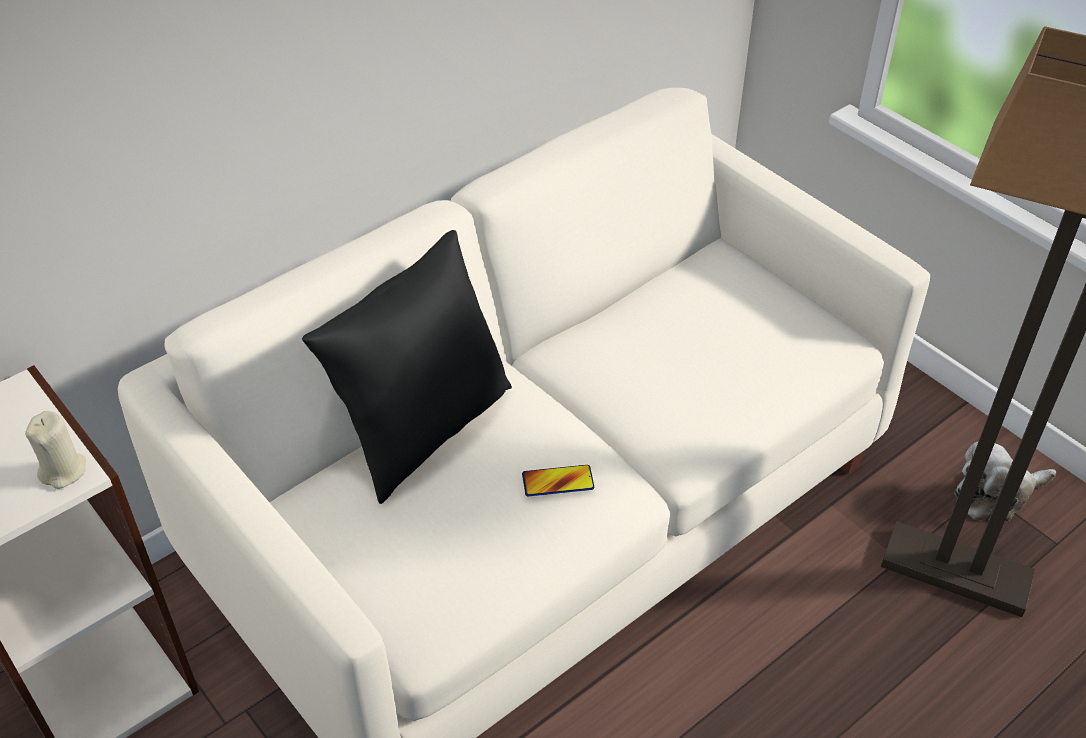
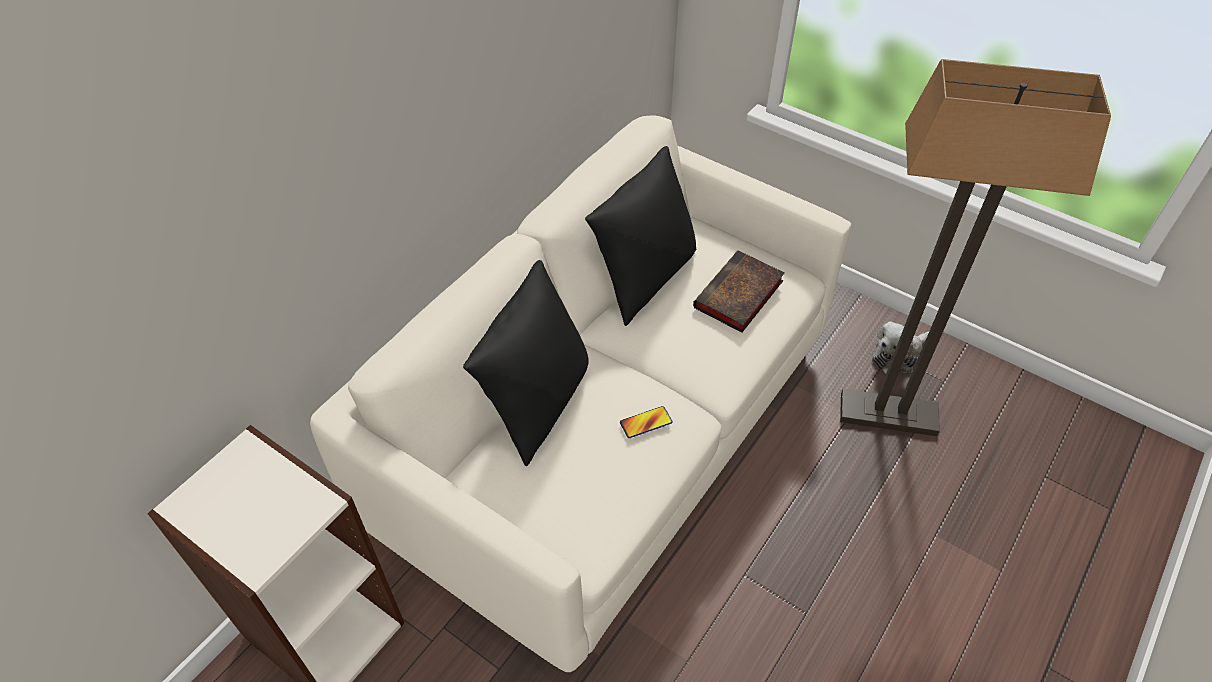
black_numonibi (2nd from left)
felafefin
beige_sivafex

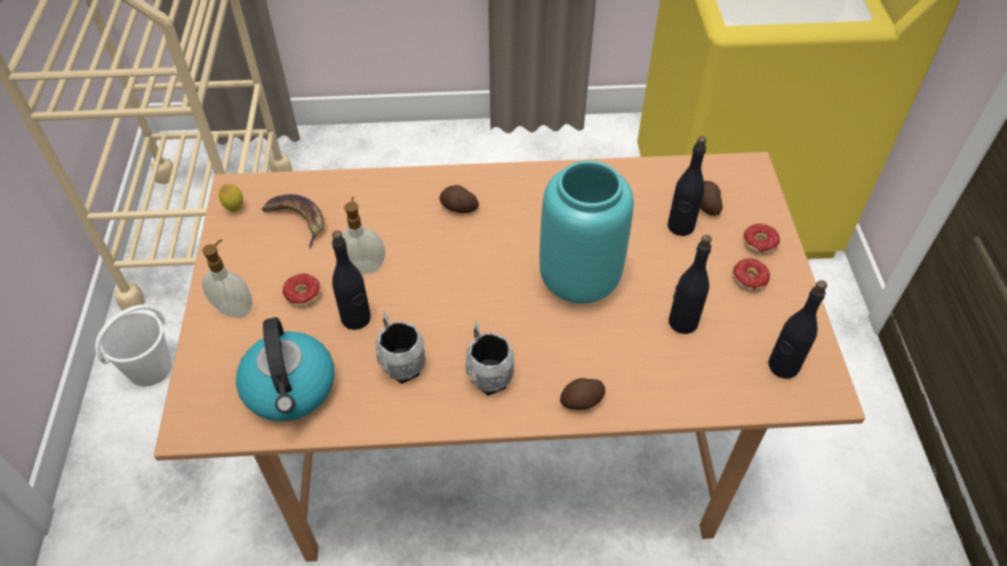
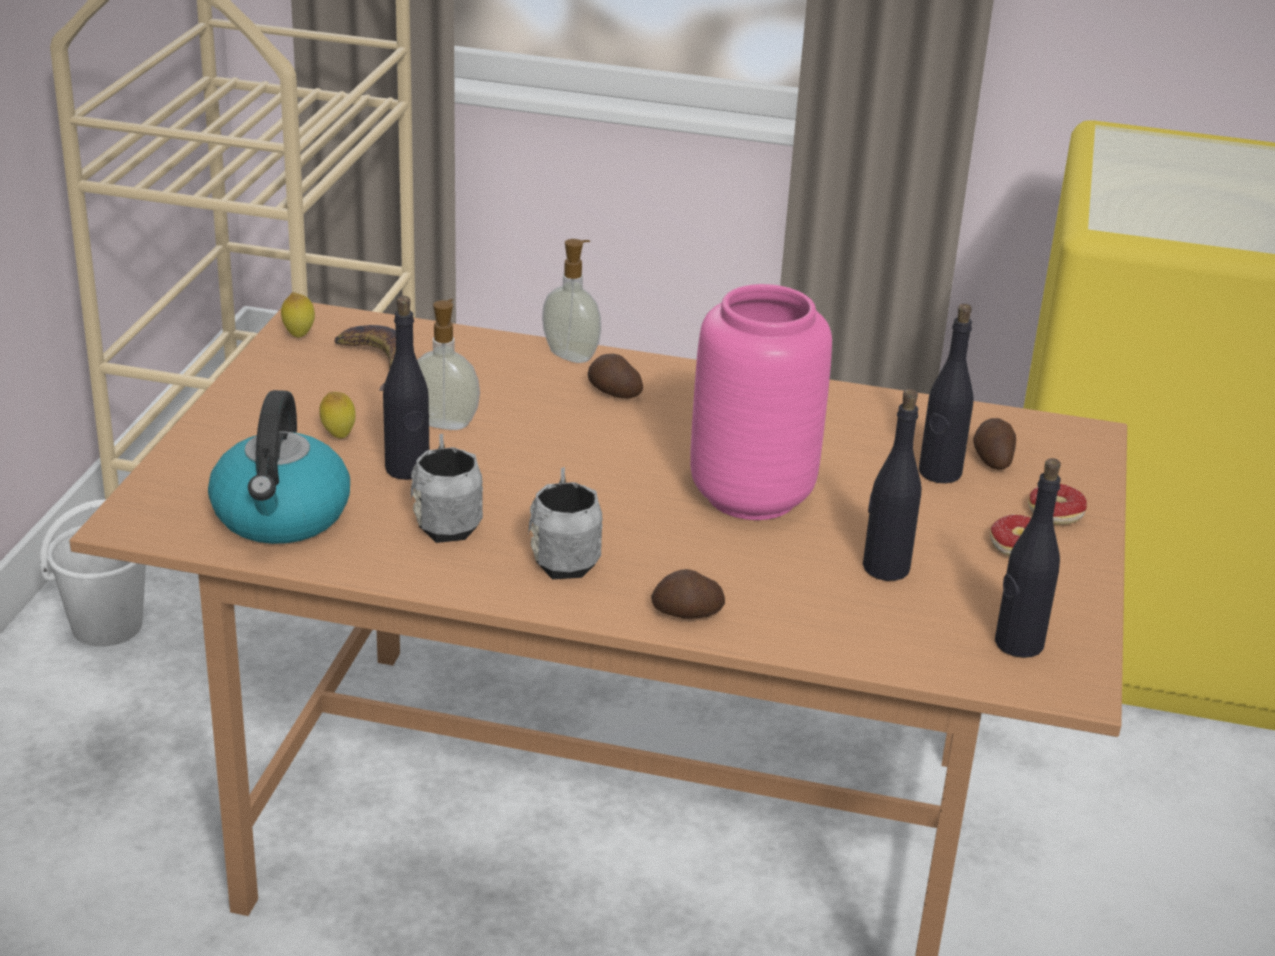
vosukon (2nd from left)
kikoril (2nd from left)
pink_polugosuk

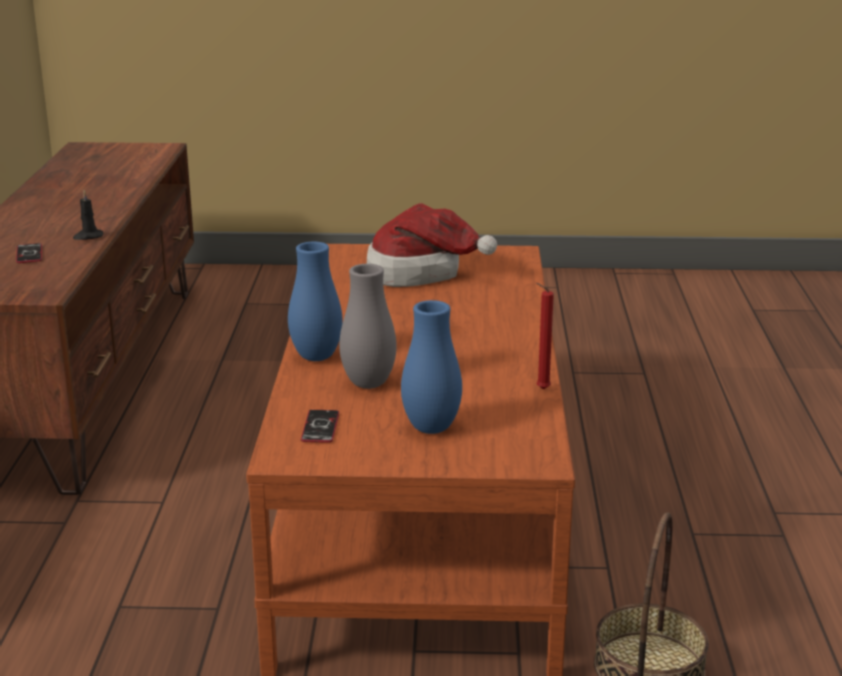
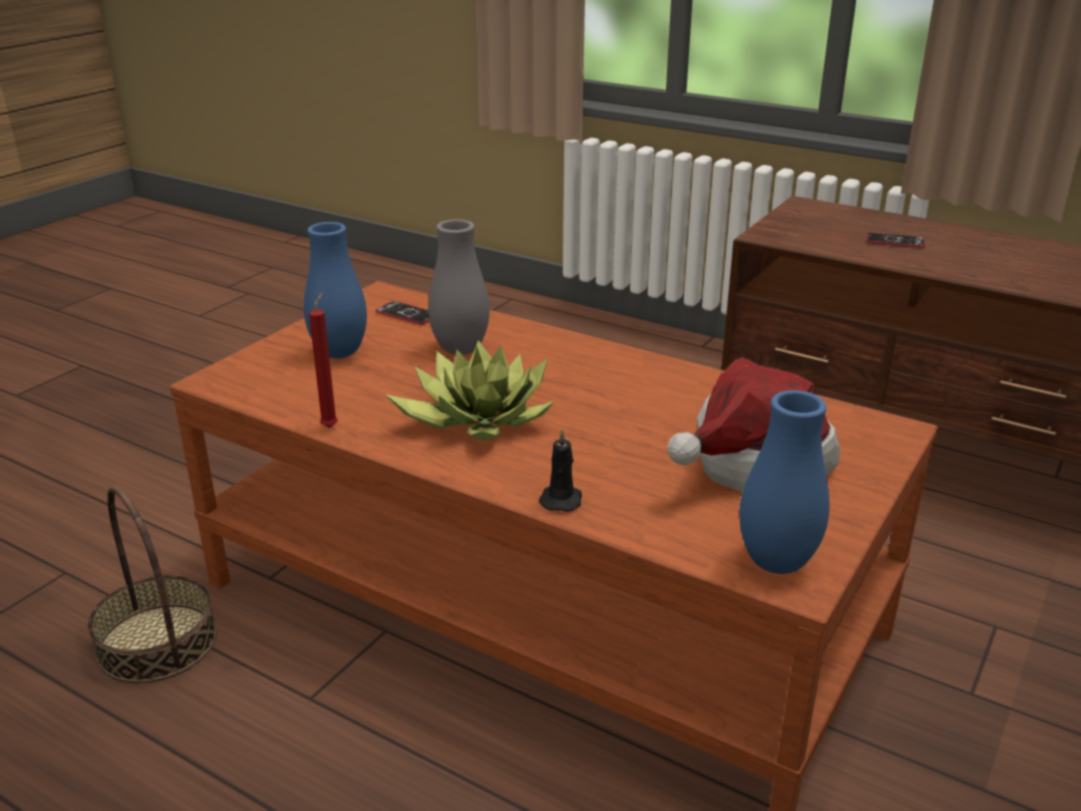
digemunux
black_sivafex
blue_polugosuk (2nd from left)

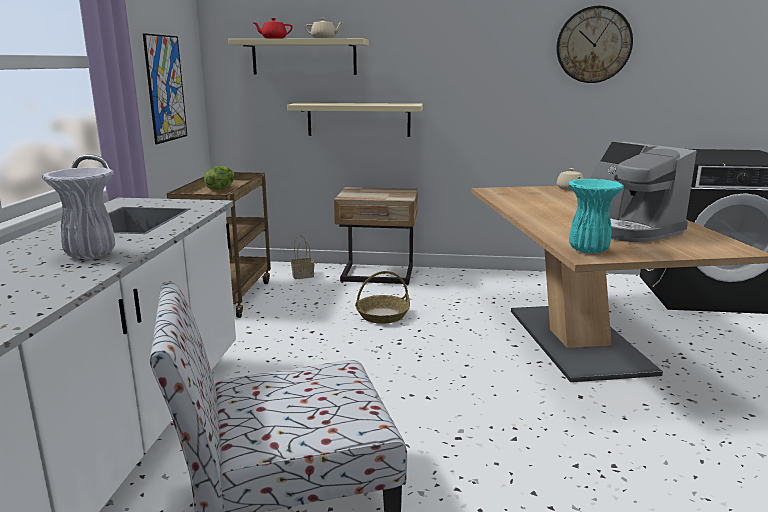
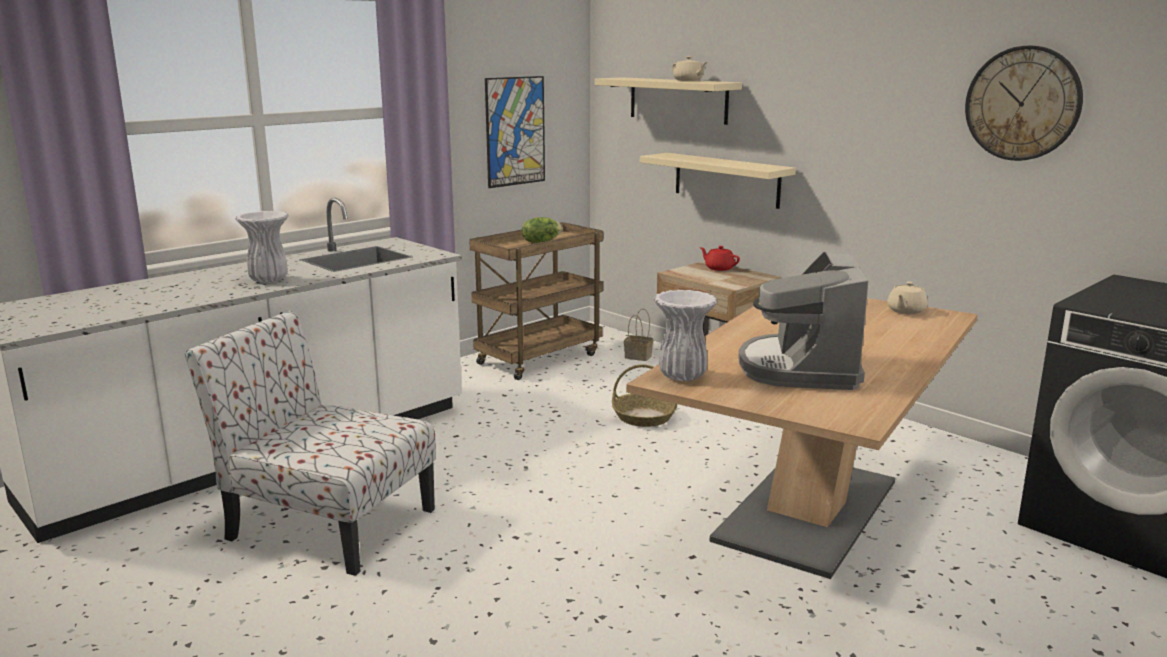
white_polugosuk (2nd from left)
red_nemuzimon

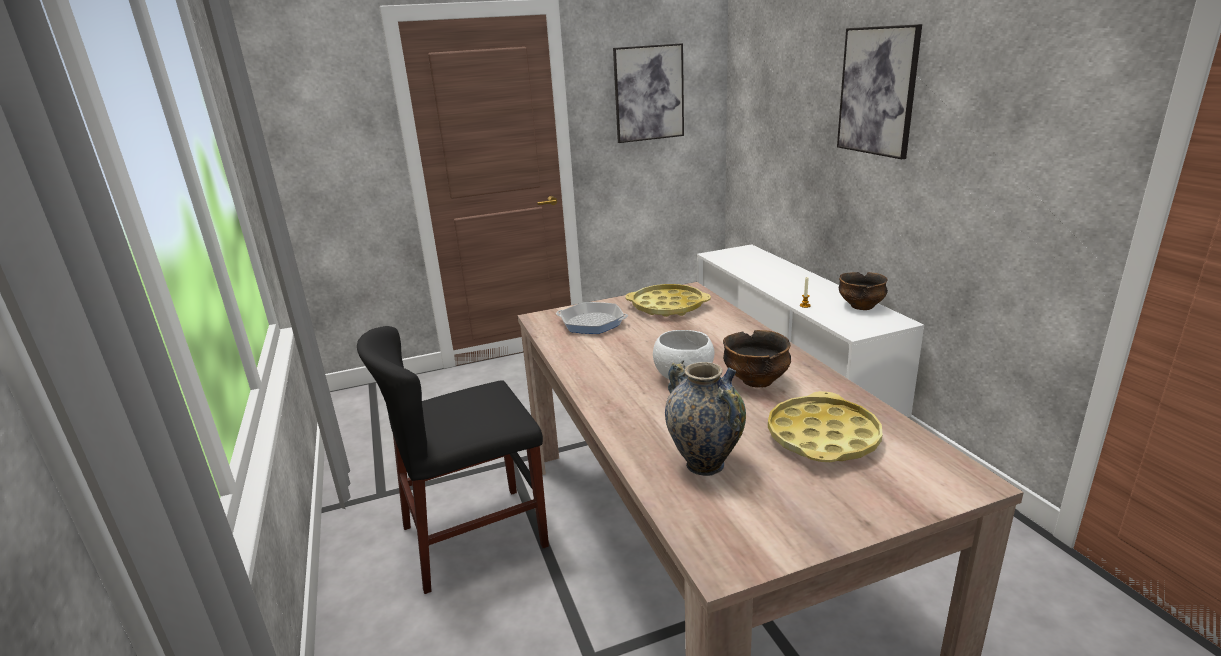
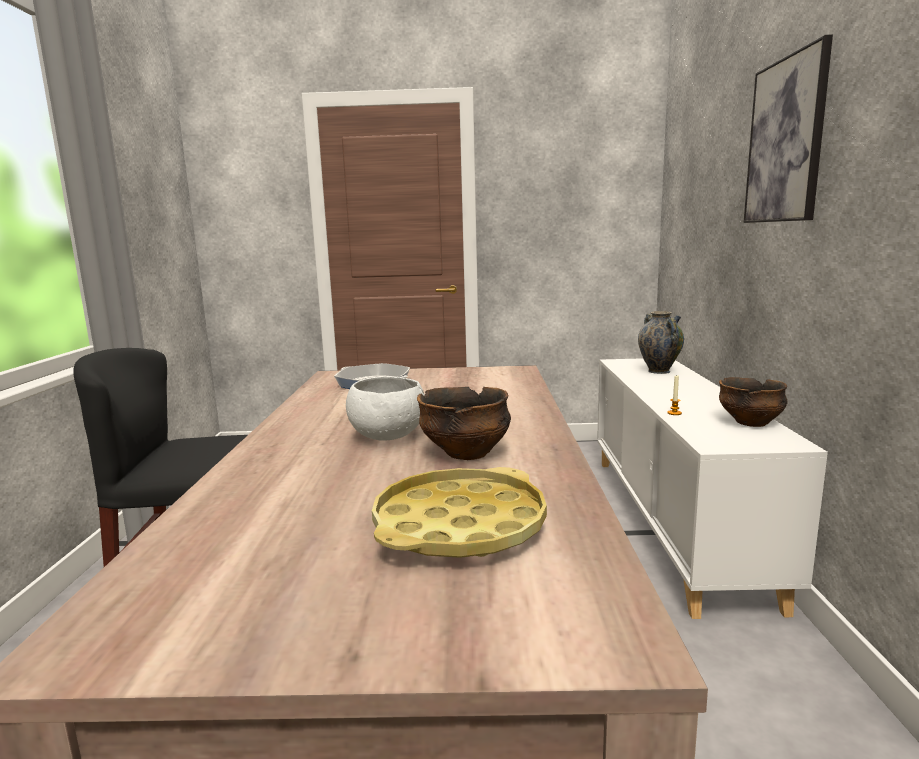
polugosuk
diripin (1st from left in the first image)
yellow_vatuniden (1st from left in the first image)

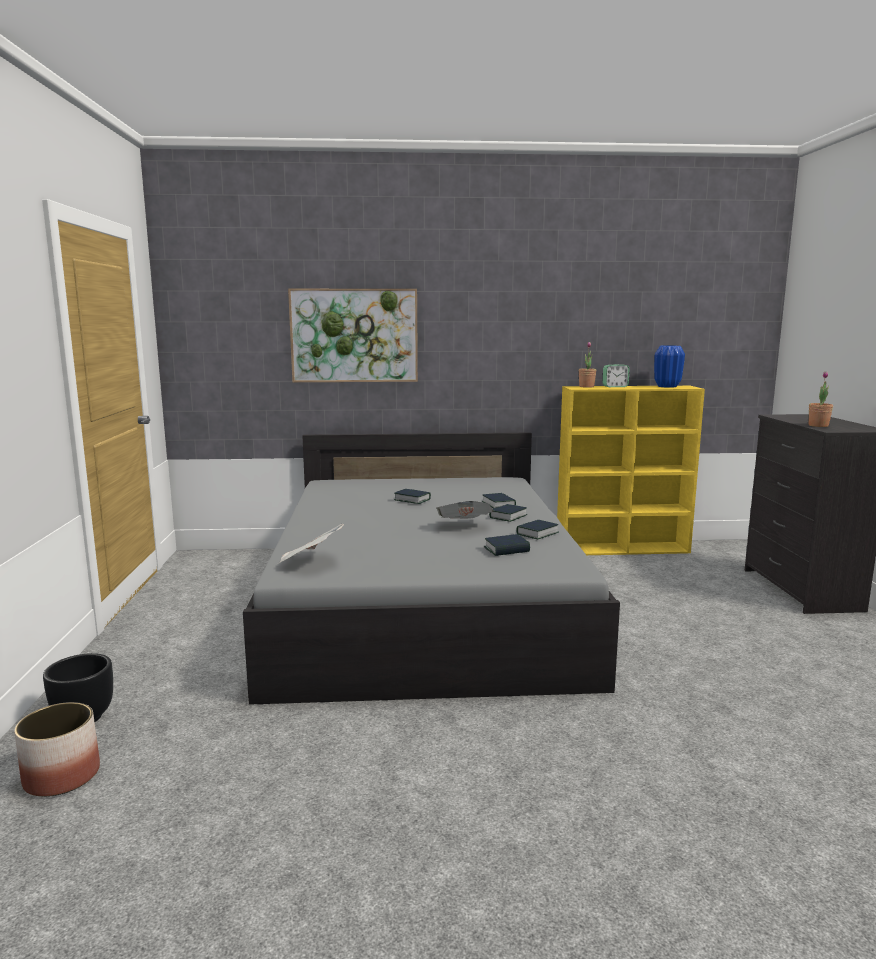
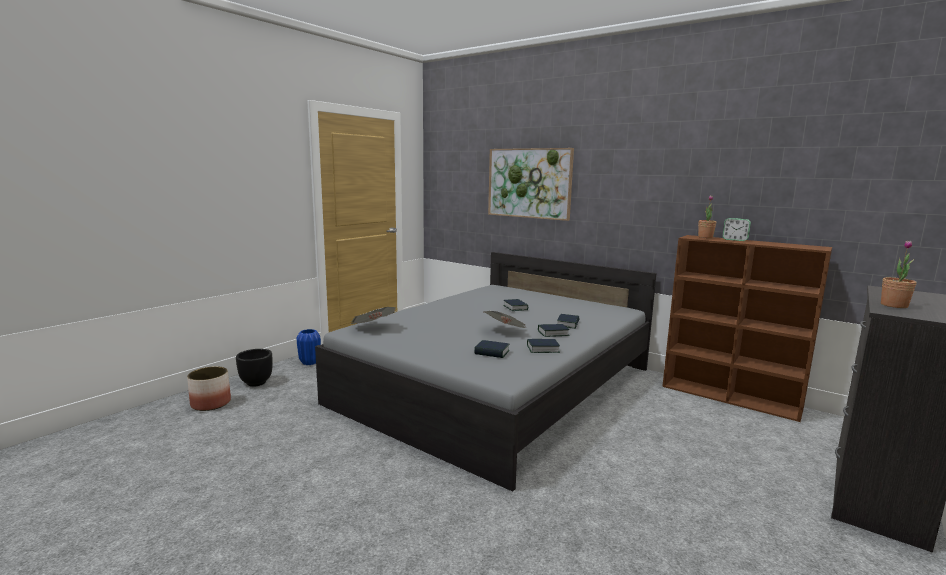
blue_polugosuk
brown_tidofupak

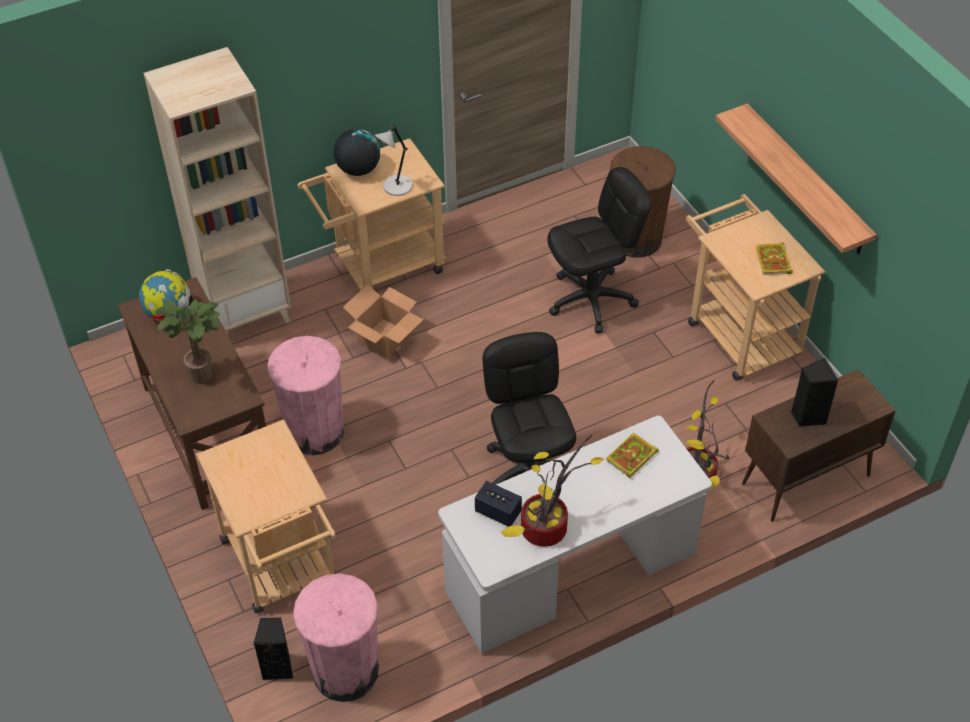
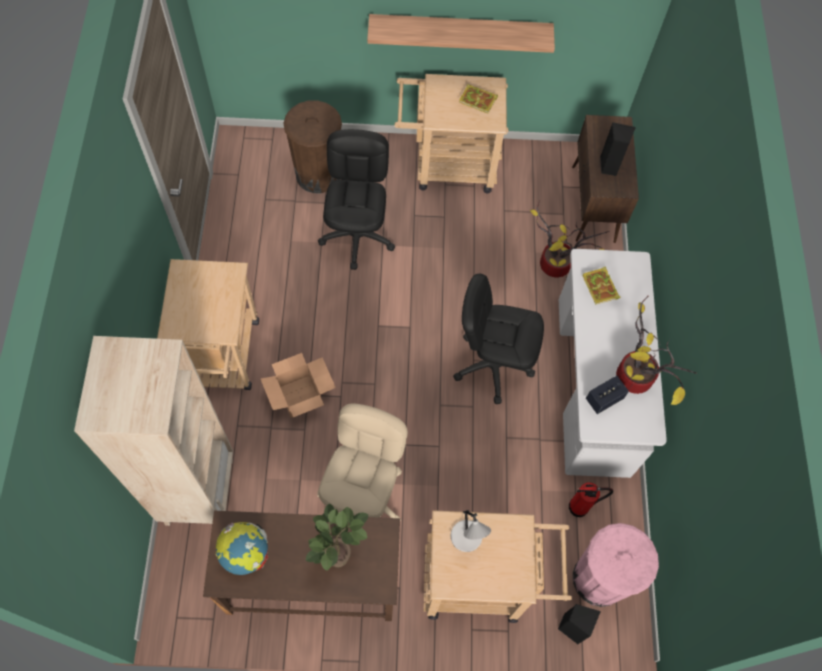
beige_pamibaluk
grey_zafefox
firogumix
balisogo (2nd from left in the first image)

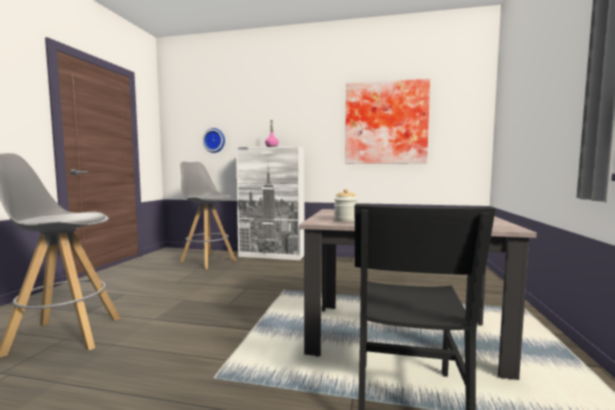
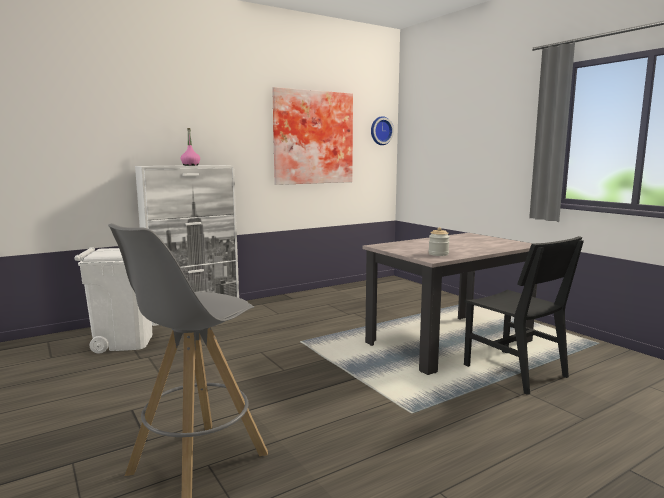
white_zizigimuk
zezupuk

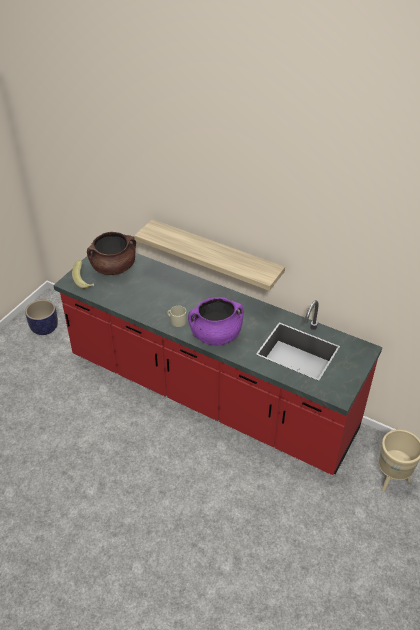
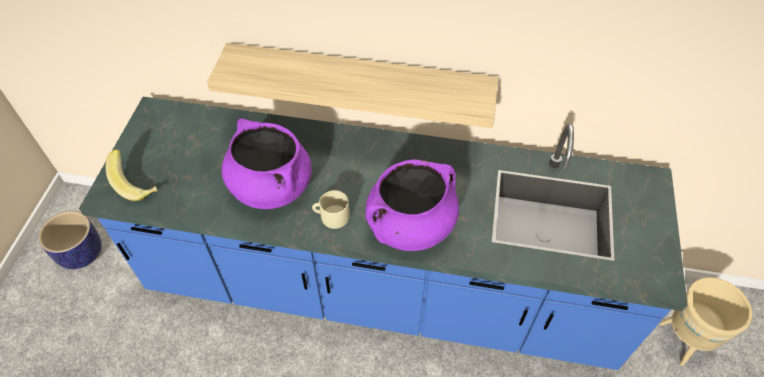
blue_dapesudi
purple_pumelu (1st from left)
brown_pumelu

